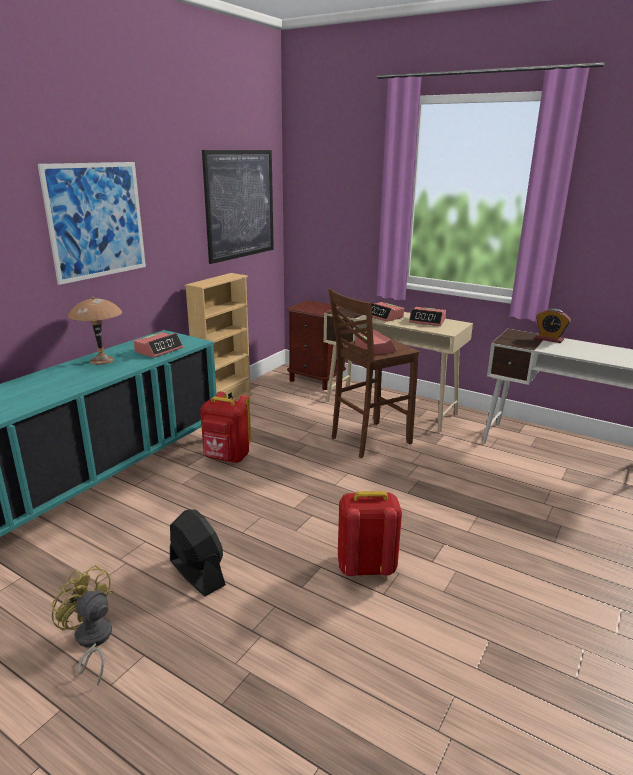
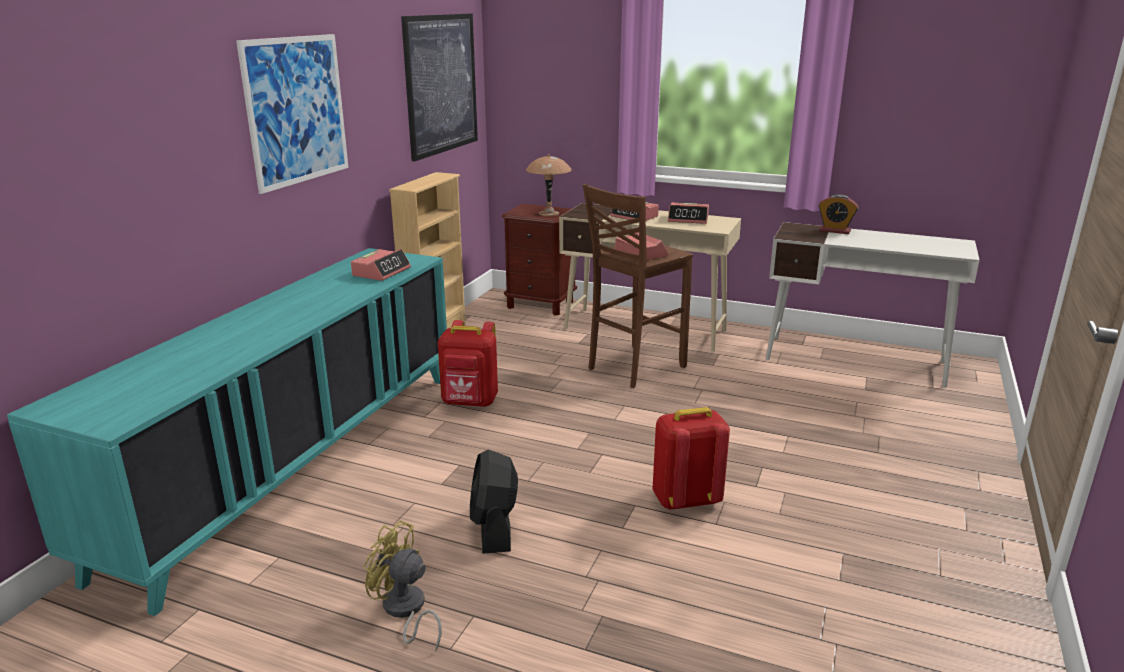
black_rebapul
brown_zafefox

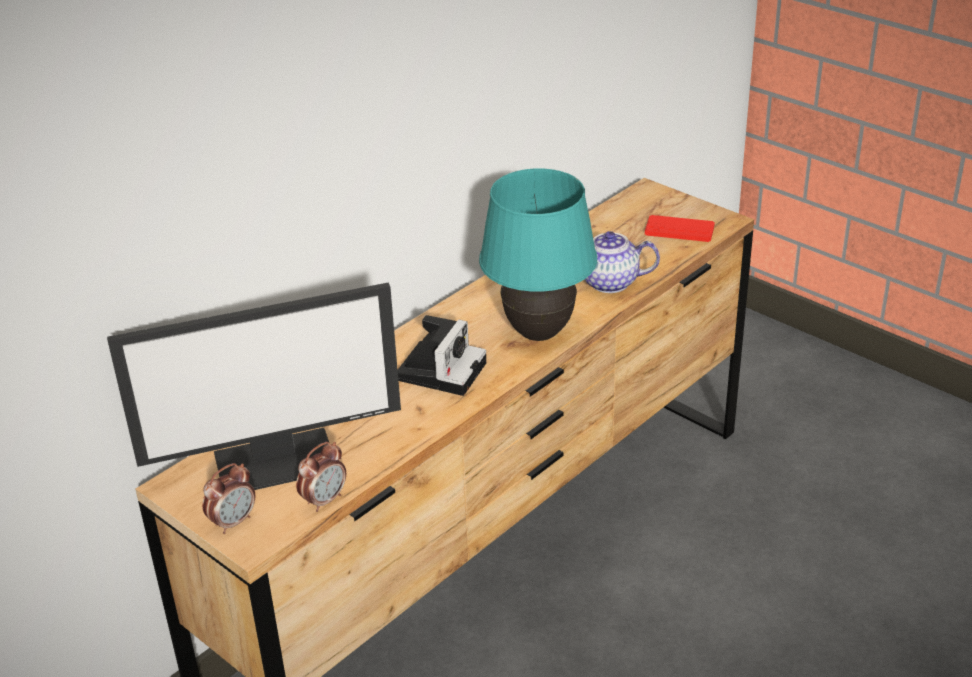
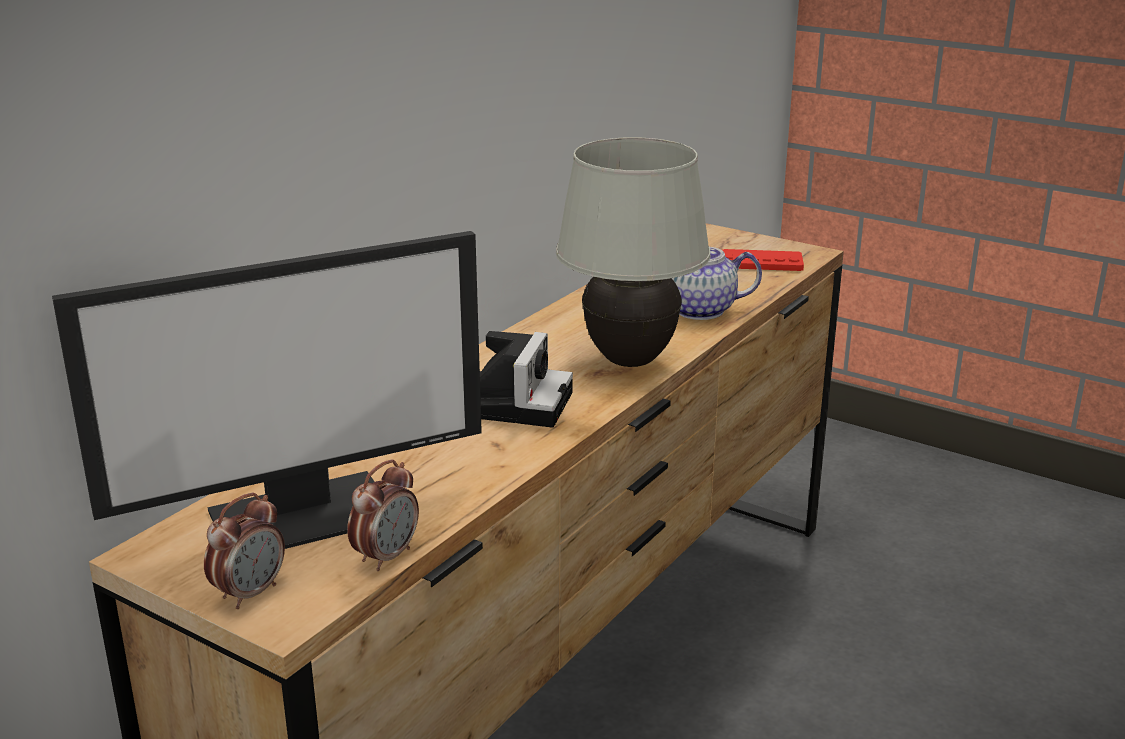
white_zafefox

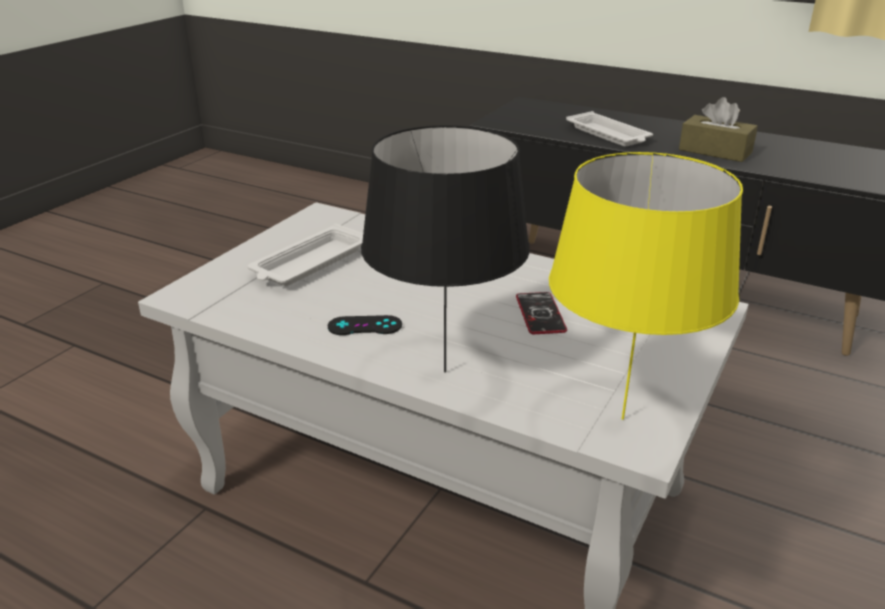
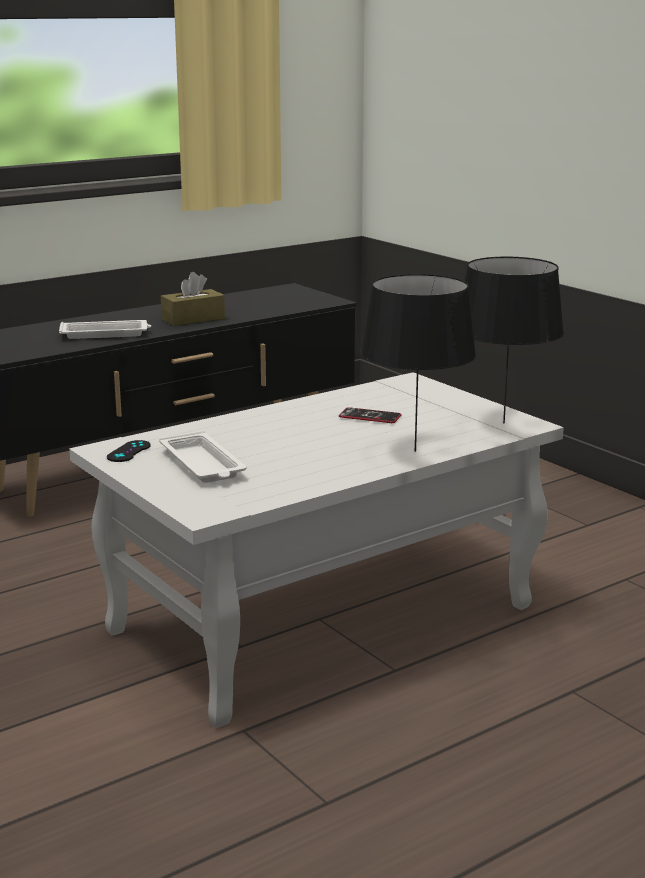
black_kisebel
black_zafefox (2nd from left)

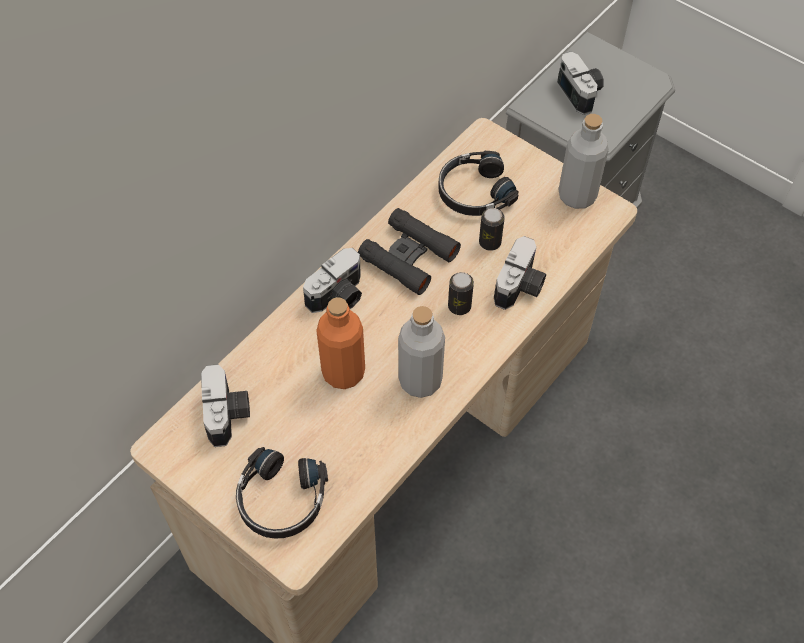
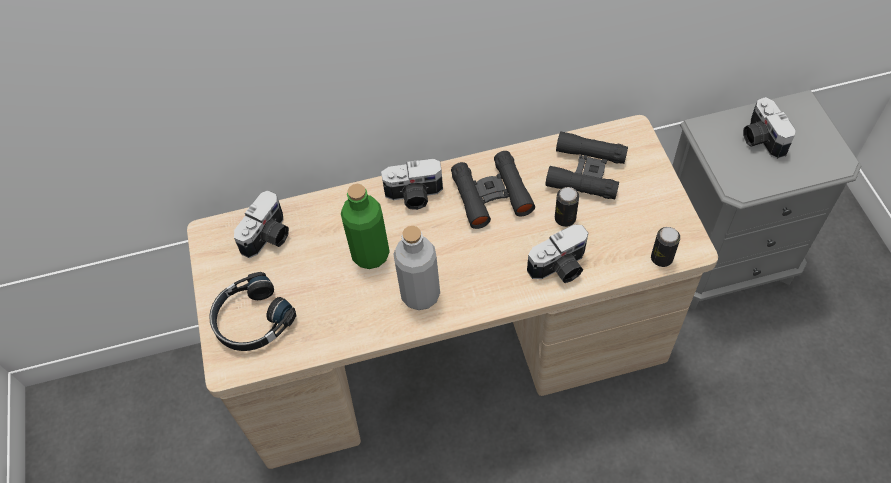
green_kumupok
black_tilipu (2nd from left)
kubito (2nd from left)
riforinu (4th from left)
grey_kumupok (2nd from left in the first image)

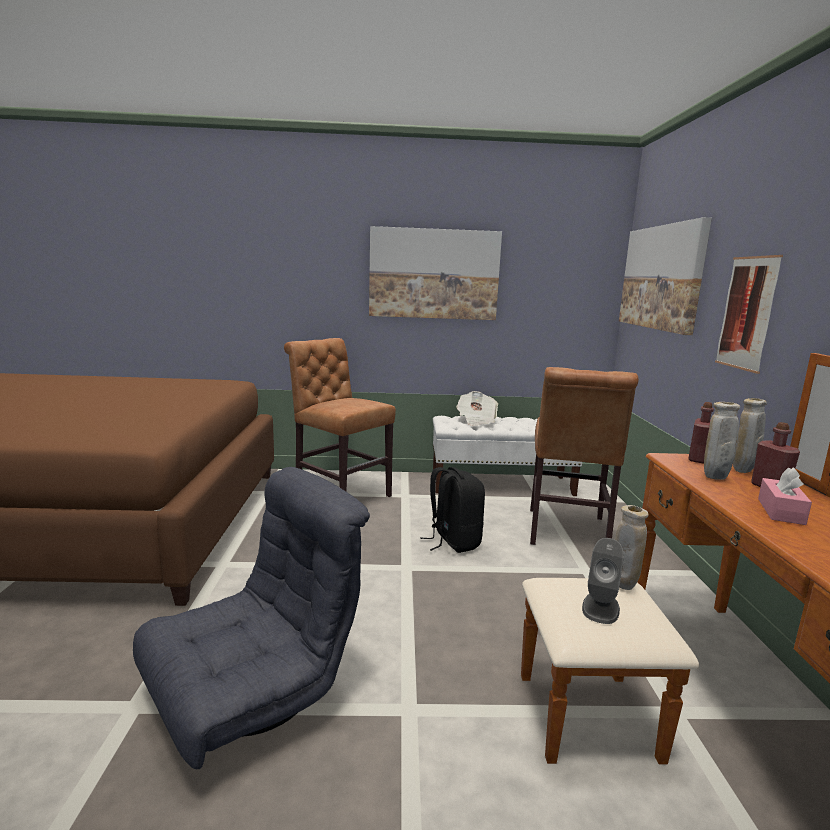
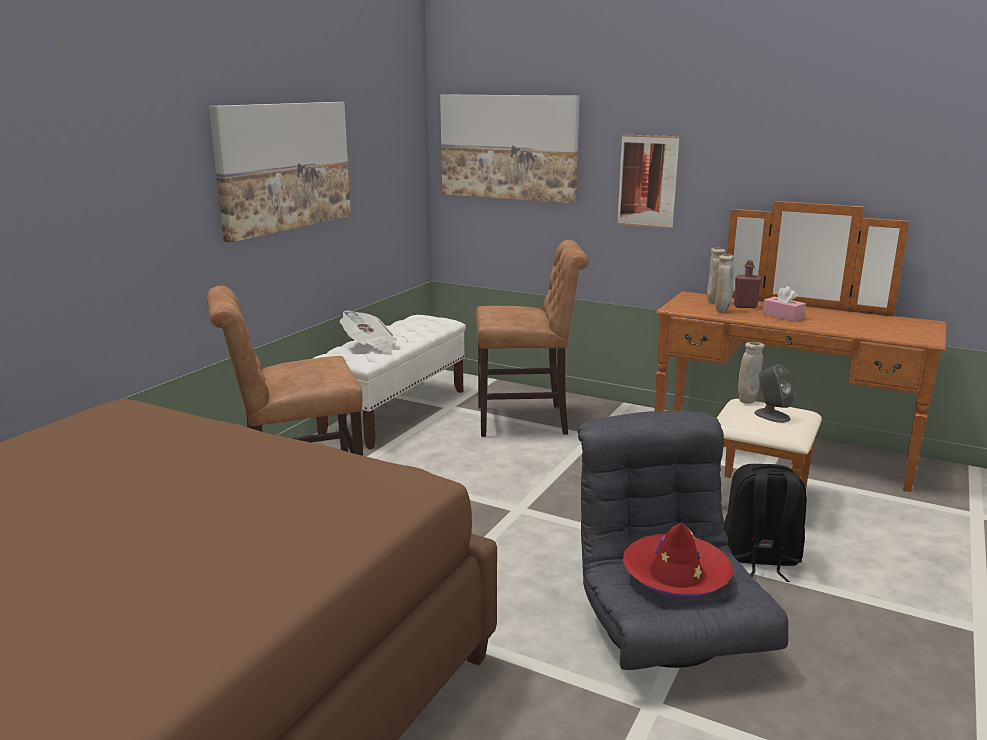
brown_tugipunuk (2nd from left)
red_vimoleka
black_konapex
red_kumupok (1st from left in the first image)

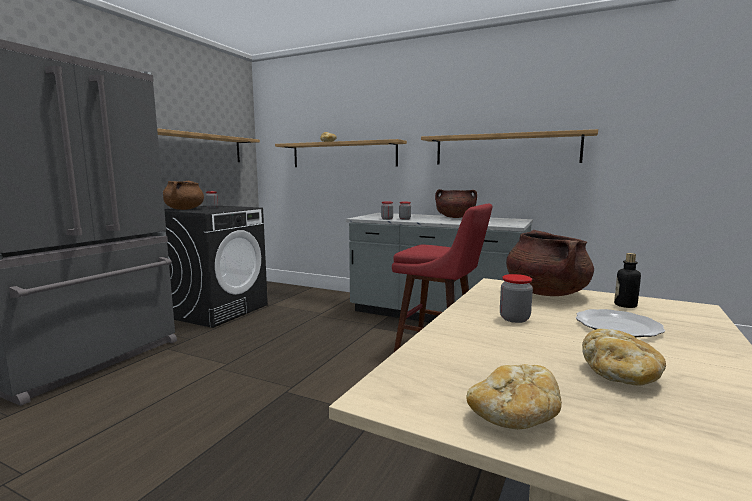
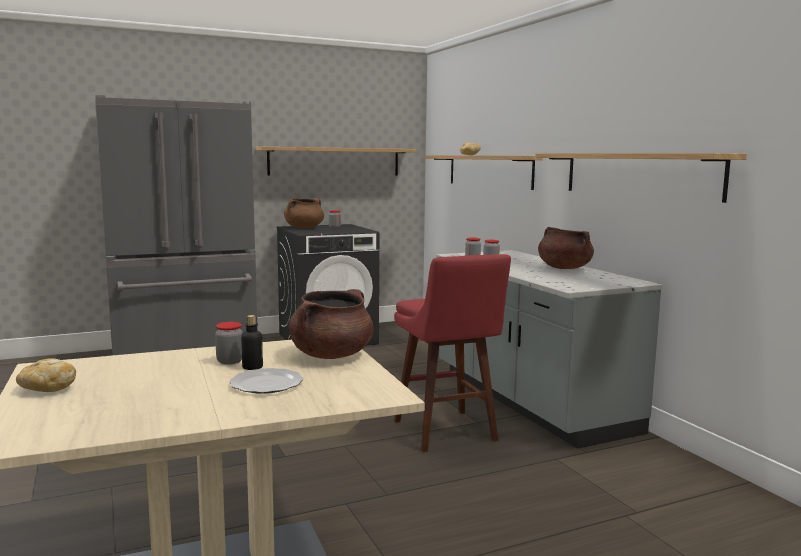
kumupok
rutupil (3rd from left in the first image)

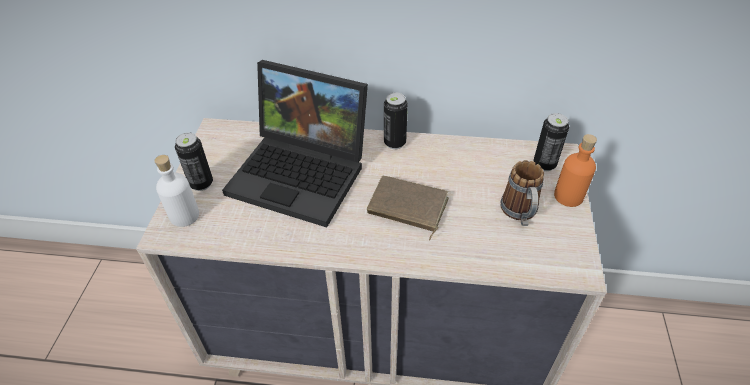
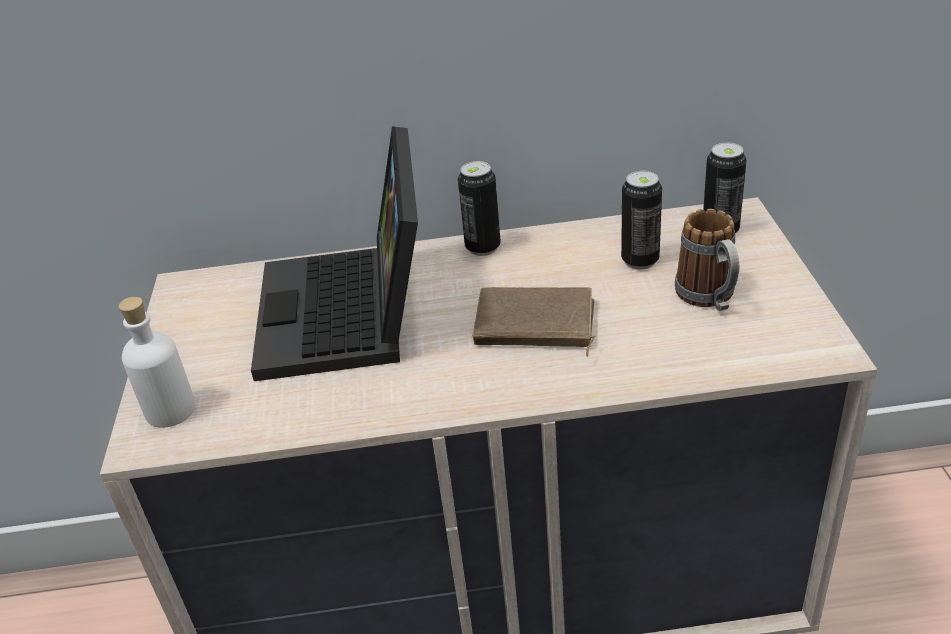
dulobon
kubito (2nd from left)
orange_kumupok

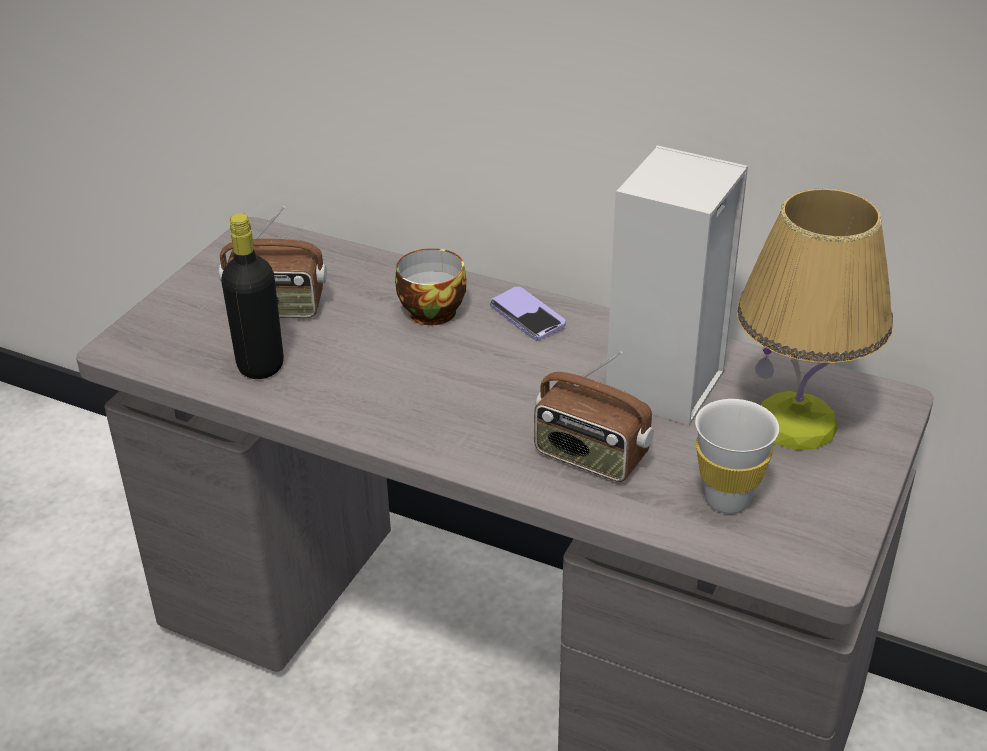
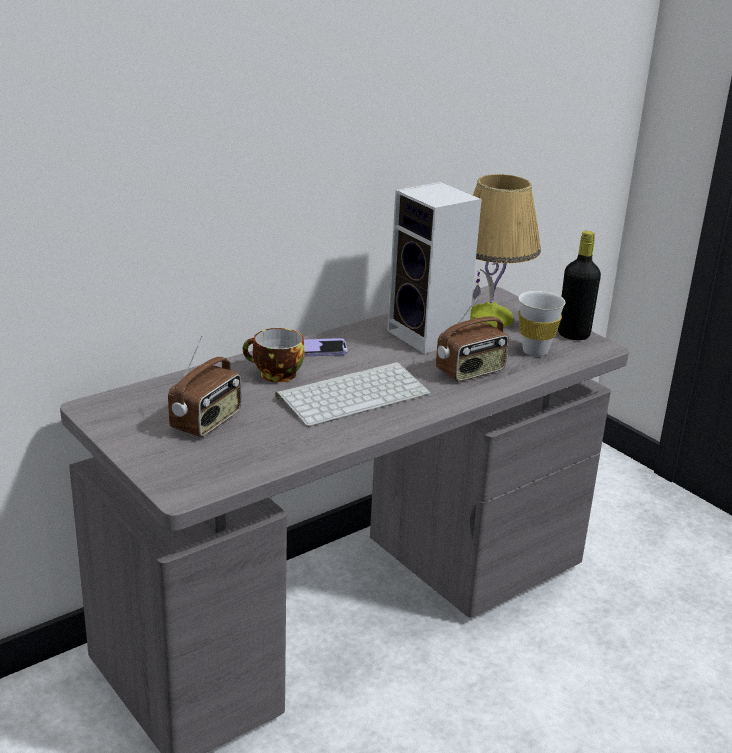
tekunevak
black_kumupok

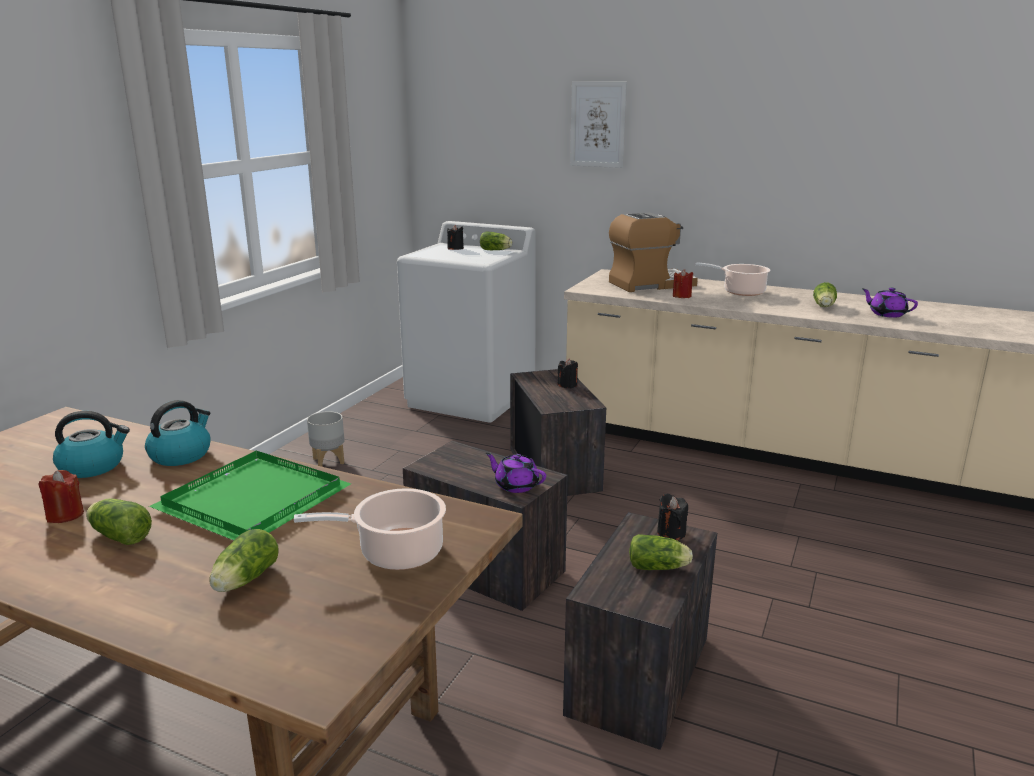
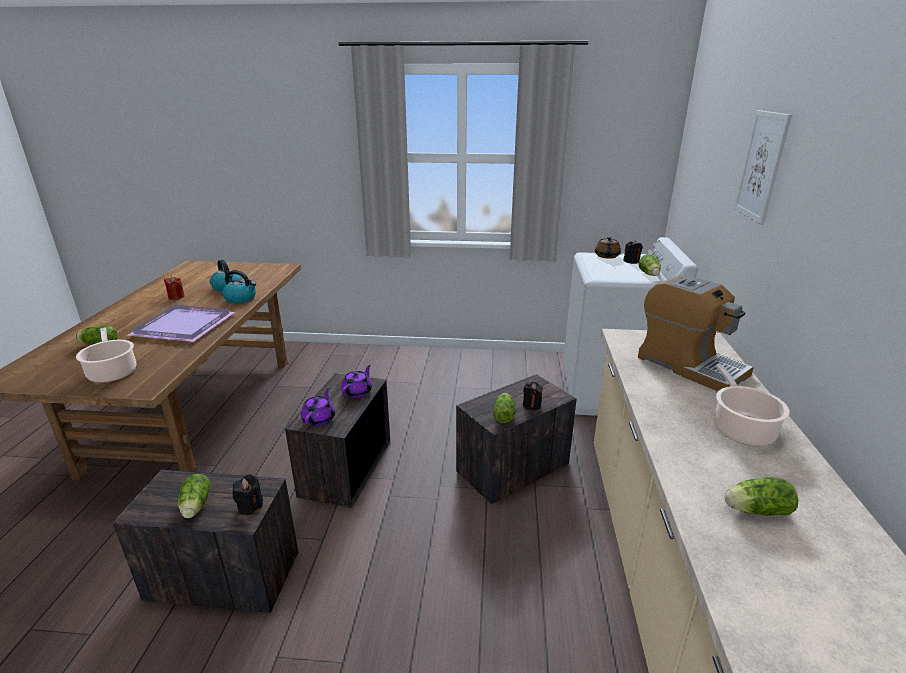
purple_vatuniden
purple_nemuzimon (2nd from left)
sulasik (3rd from left)
brown_nemuzimon
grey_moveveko
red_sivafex (2nd from left in the first image)

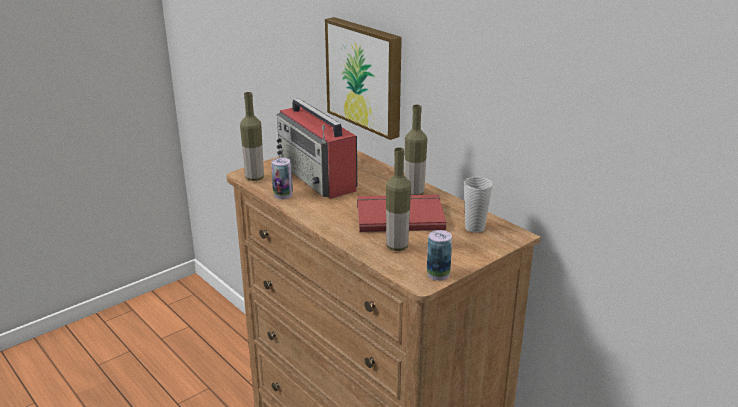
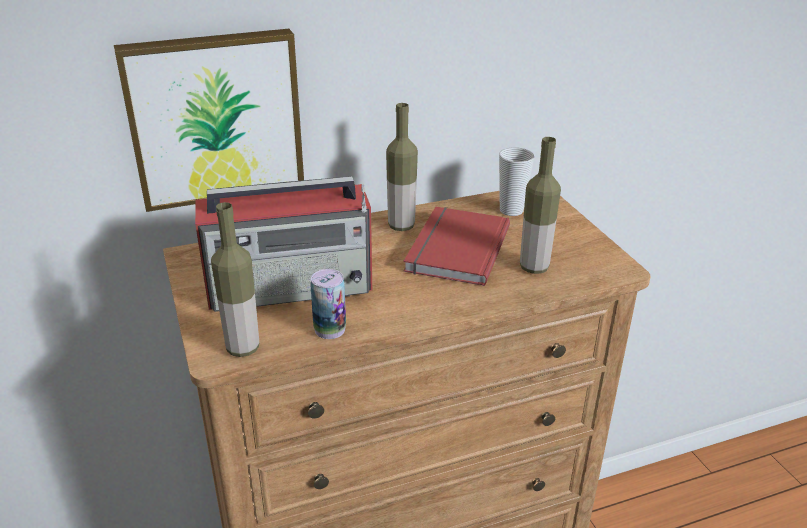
kubito (2nd from left in the first image)

